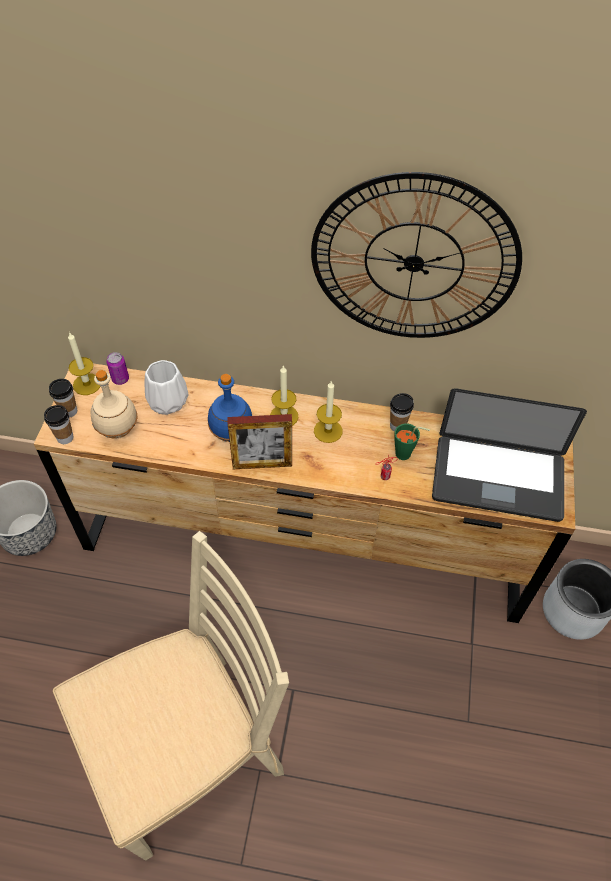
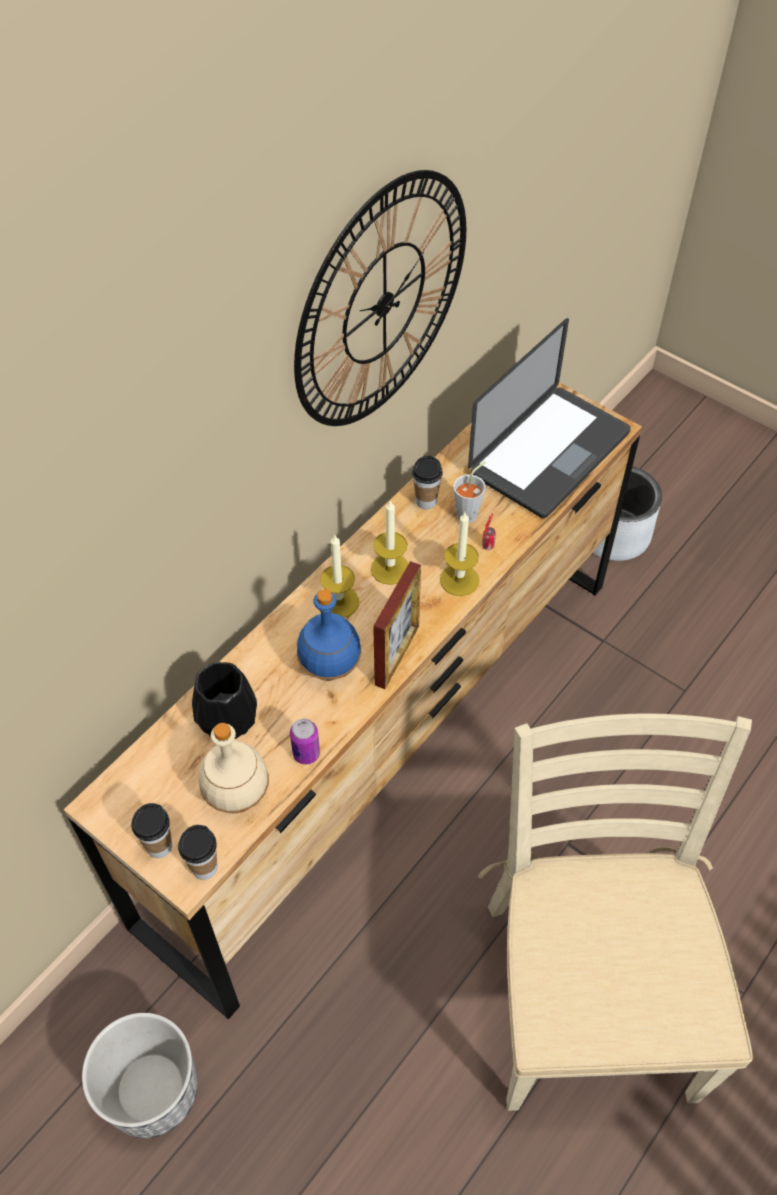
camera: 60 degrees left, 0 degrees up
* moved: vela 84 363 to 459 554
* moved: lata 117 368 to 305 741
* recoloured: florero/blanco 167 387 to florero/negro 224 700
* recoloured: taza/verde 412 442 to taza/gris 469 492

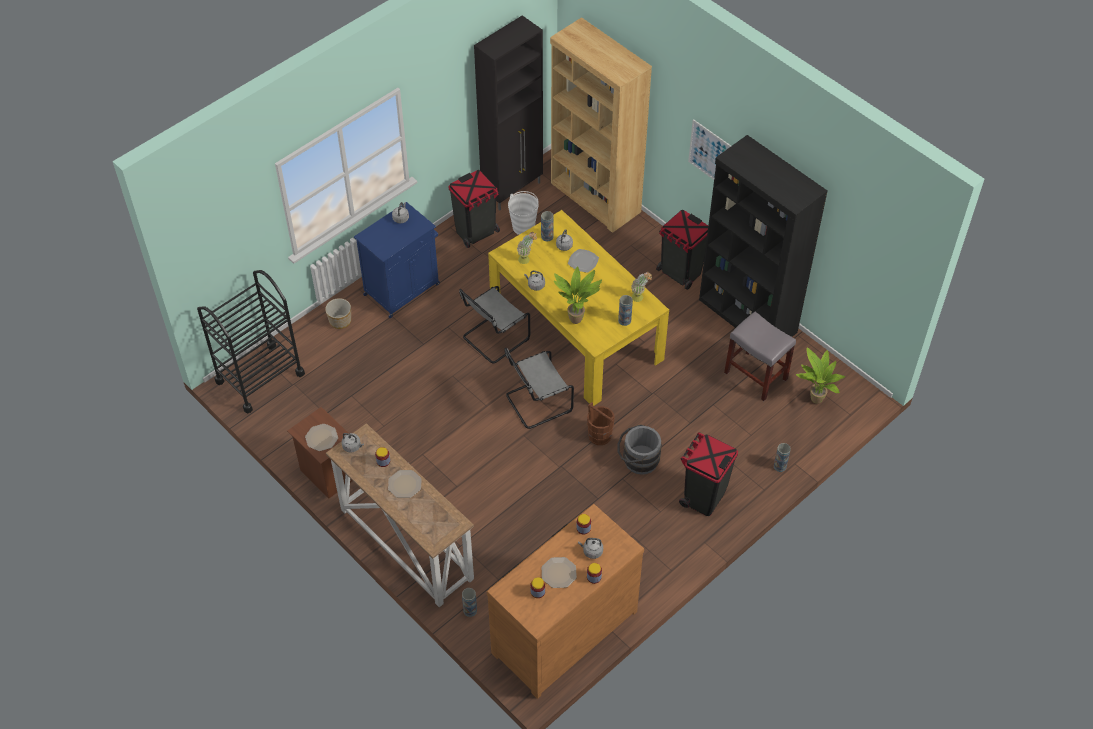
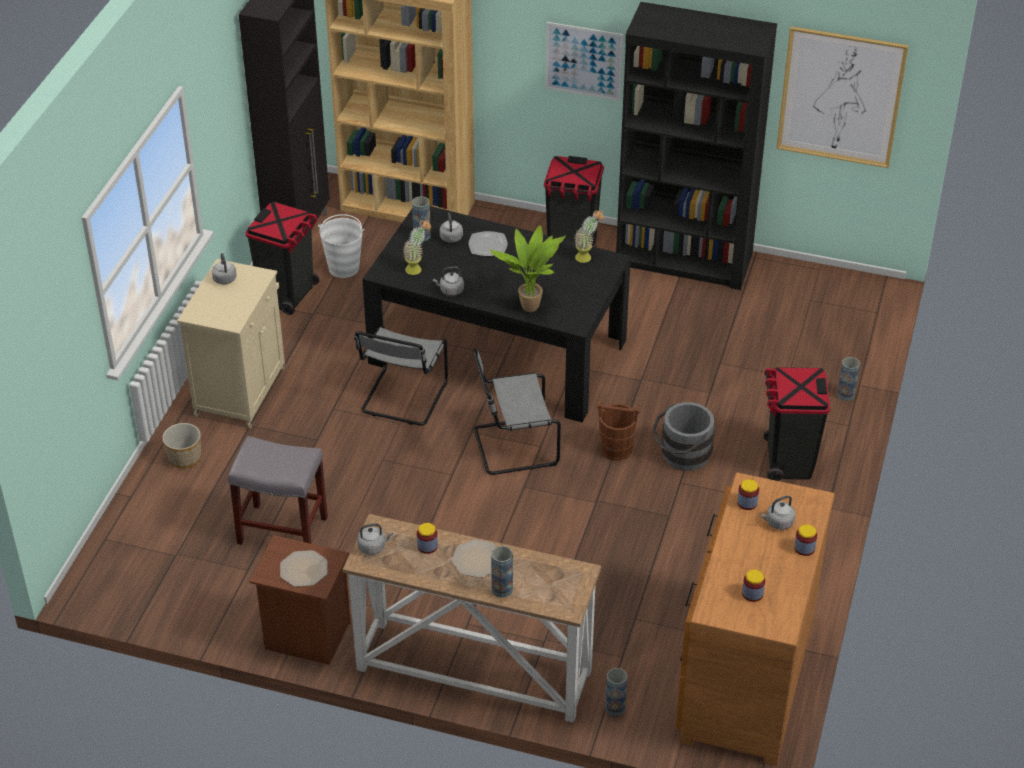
camera: 30 degrees left, 10 degrees down
* removed: carrito/negro 251 342
* removed: plato 559 572
* removed: planta en maceta 820 376
* added: cuadro 842 97
* moved: florero 625 310 to 502 572
* moved: taburete/gris 760 356 to 278 490
* recoloured: armario/azul 397 260 to armario/beis 231 344
* recoloured: mesa de comedor/amarillo 578 308 to mesa de comedor/negro 496 314
* turned: silla/gris 539 388 = 517 411 45 degrees clockwise

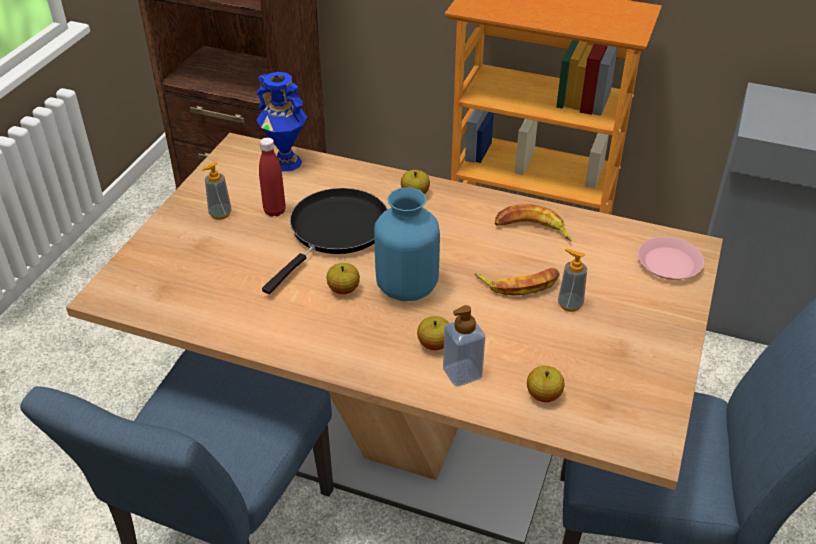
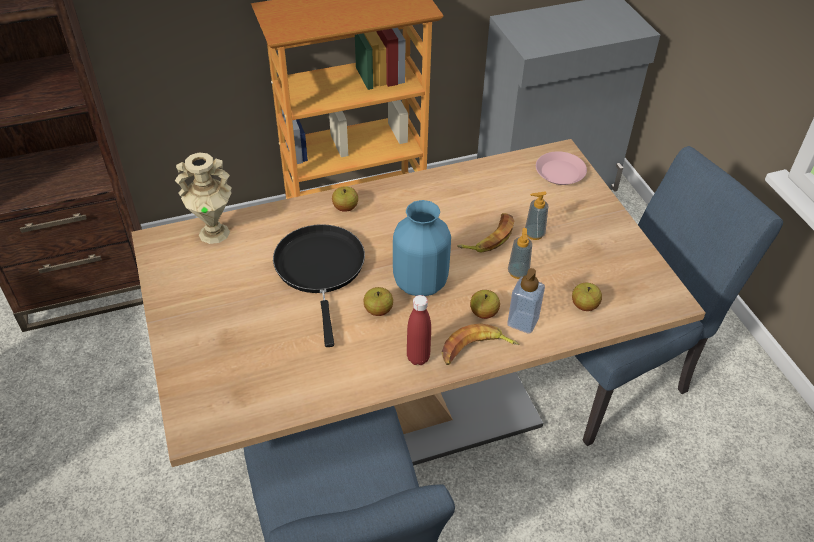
camera: 40 degrees left, 5 degrees up
* moved: dispensador de jabón 217 191 to 520 253
* moved: botella/rojo 272 177 to 419 330
* moved: plátano 533 222 to 480 344
* recoloured: florero/azul 281 121 to florero/beis 203 198

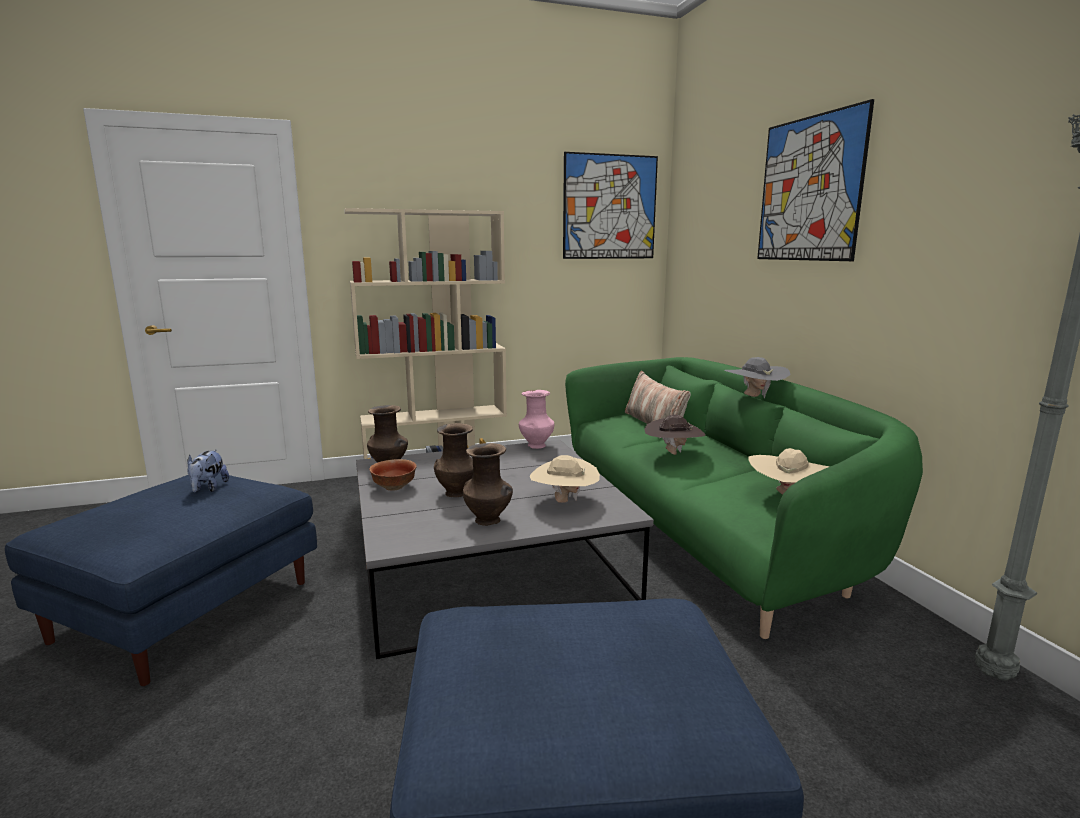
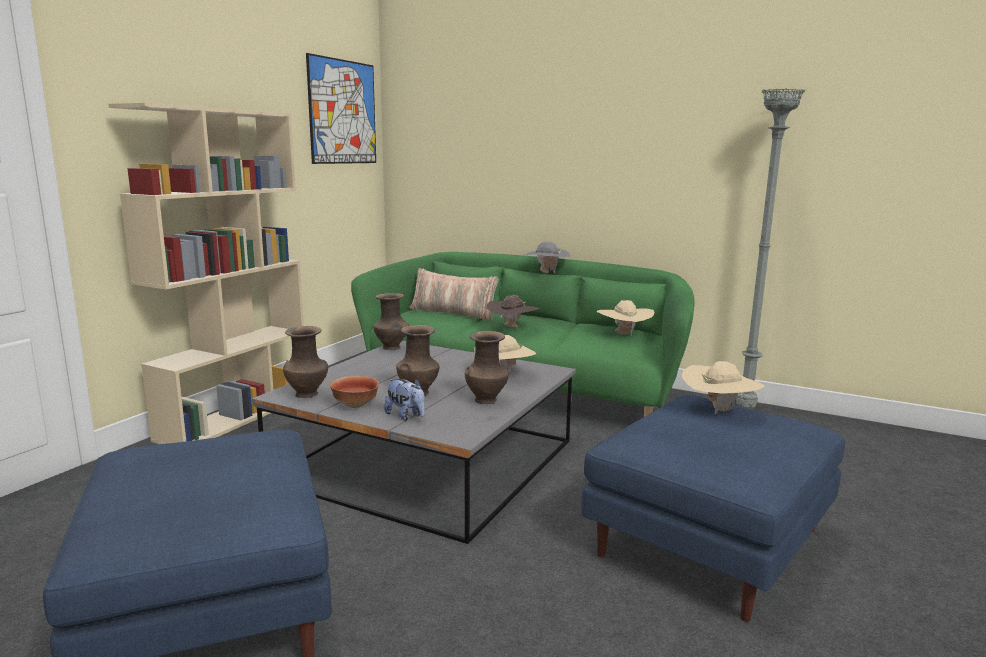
camera: 45 degrees left, 0 degrees up
* removed: cuadro 815 180
* added: sombrero/beis 723 388
* moved: peluche 208 471 to 404 400
* recoloured: florero/rosa 536 419 to florero/marrón 391 321

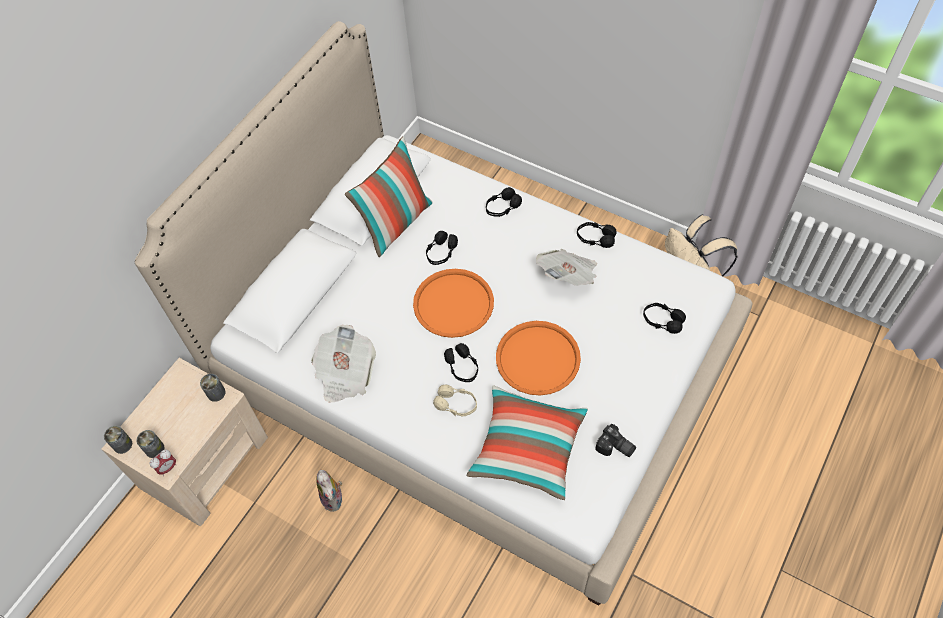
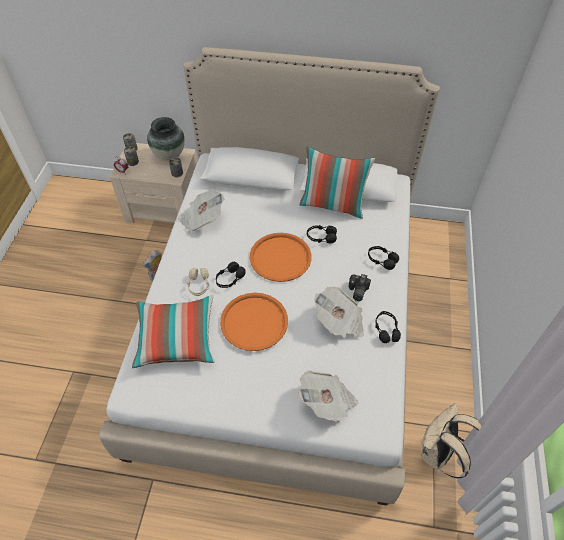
camera: 65 degrees right, 5 degrees down
* added: florero 166 138
* moved: cámara 615 440 to 360 287
* replaced: auriculares/negro 664 318 to periódico 328 396

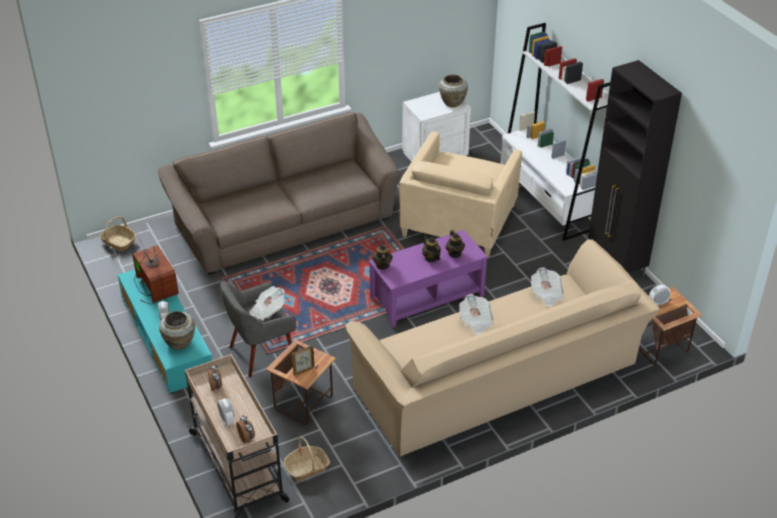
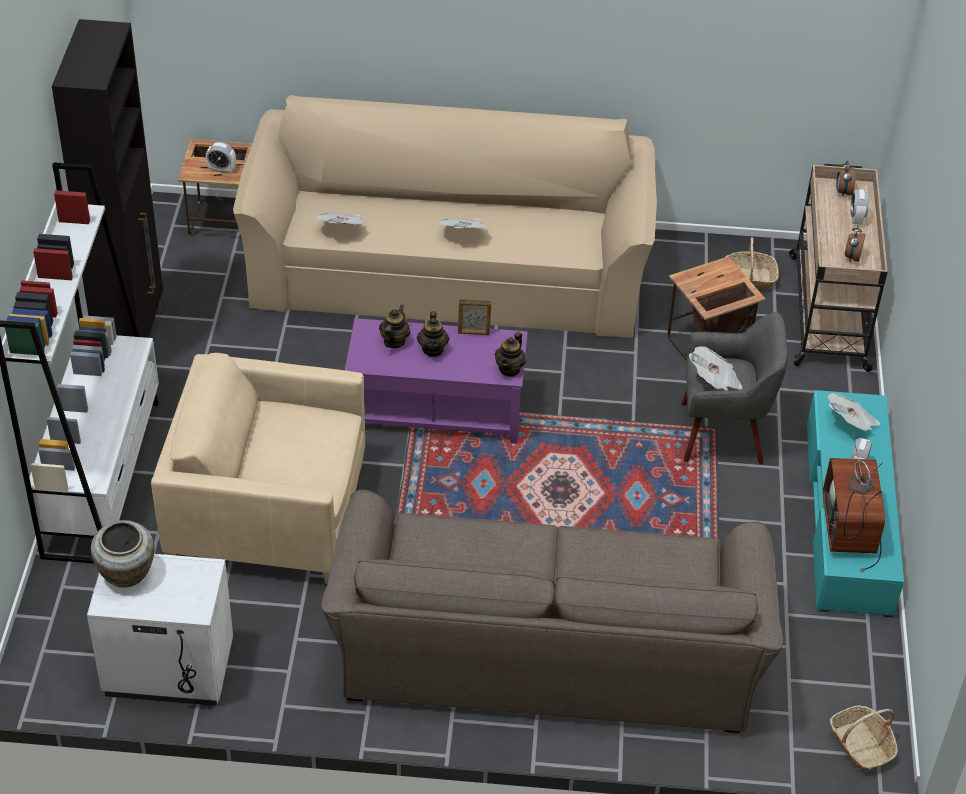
camera: 150 degrees left, 5 degrees up
* moved: portarretratos 303 361 to 474 317
* replaced: florero/beis 177 330 to periódico 854 412
* turned: sillón/beis 460 194 = 258 468 135 degrees counterclockwise

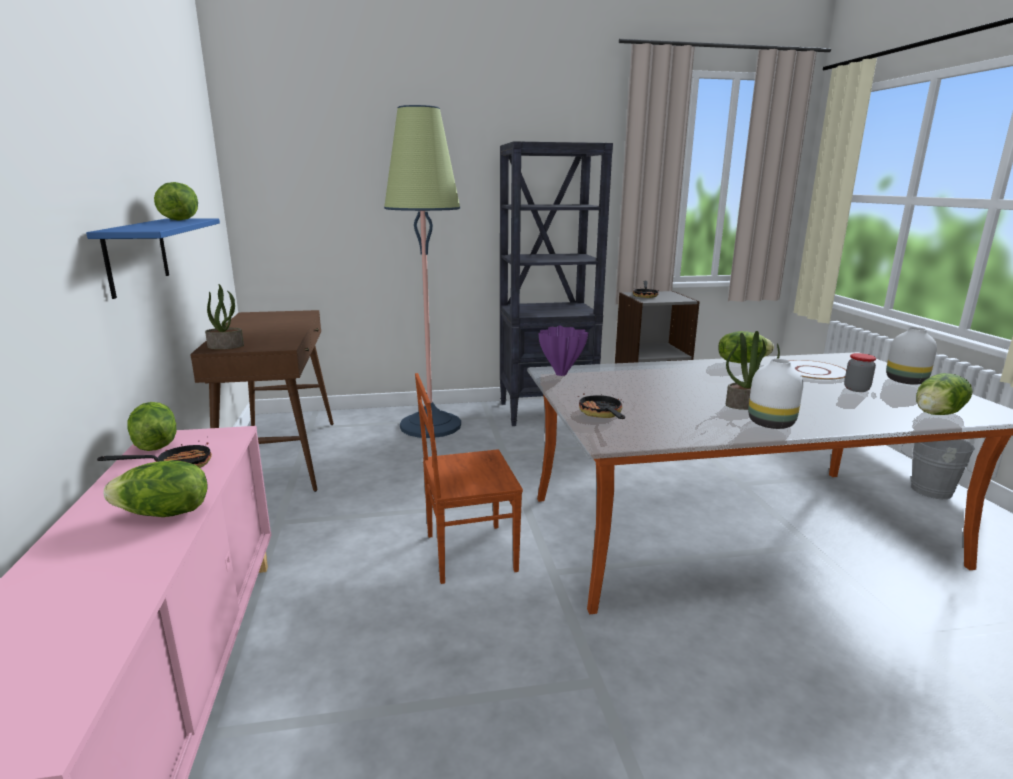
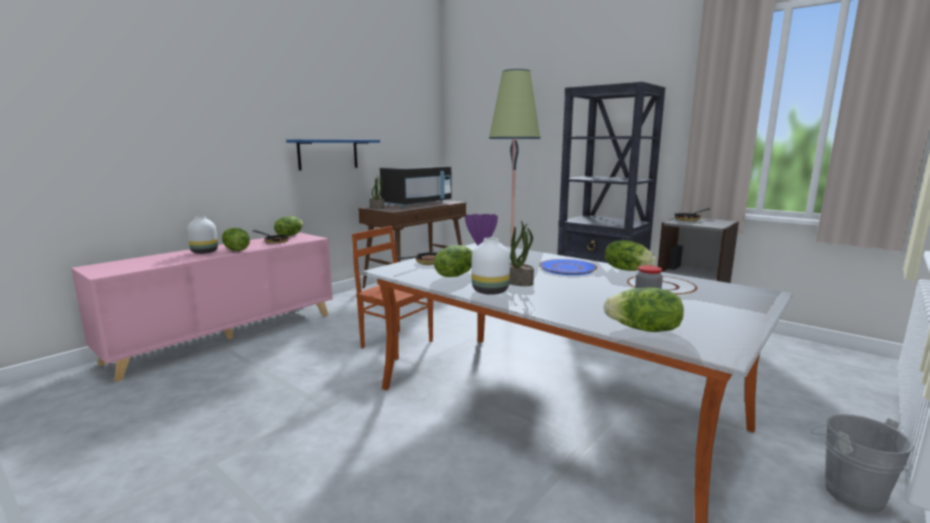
camera: 50 degrees right, 5 degrees down
* added: microondas/negro 416 186
* added: plato/azul 568 267
* moved: lechuga 176 201 to 453 261
* moved: florero/blanco 911 356 to 202 235

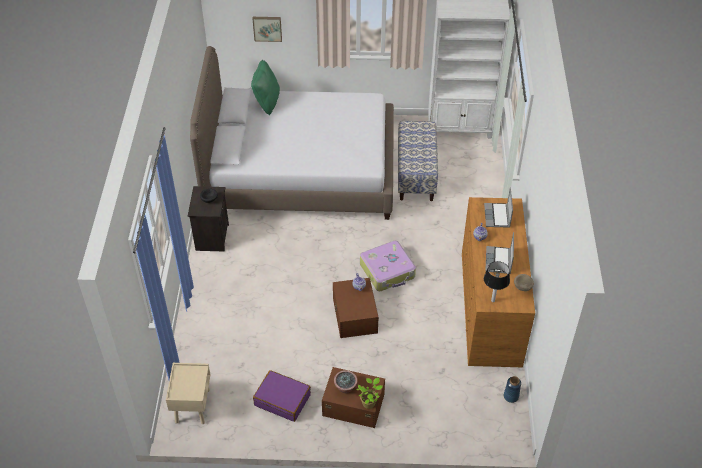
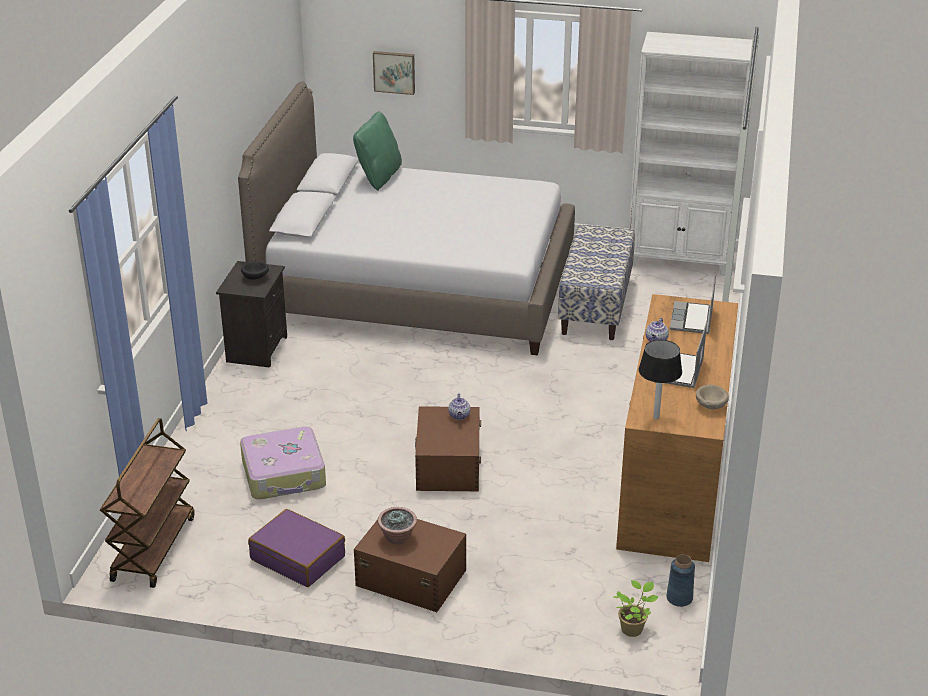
camera: 10 degrees right, 15 degrees down
* moved: planta en maceta 369 393 to 636 608
* moved: maleta 388 266 to 283 463
* replaced: mesita de noche/beis 188 393 to carrito/marrón 147 503

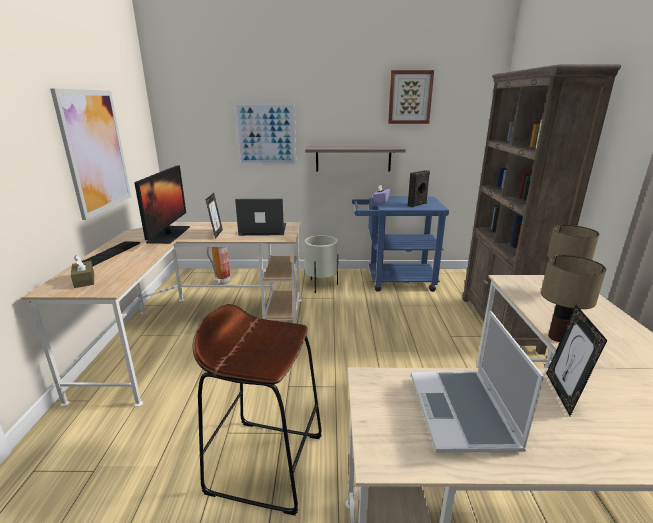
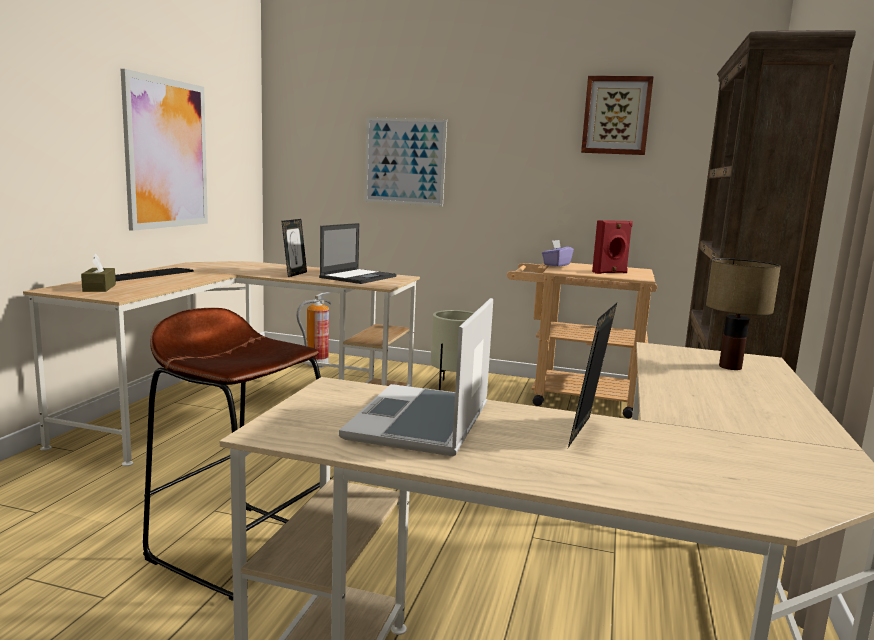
camera: 15 degrees right, 10 degrees down
* removed: monitor 162 204
* removed: estante 355 159
* removed: lámpara de mesa 573 298
* recoloured: carrito/azul 400 244 to carrito/beis 582 340
* recoloured: altavoz/negro 419 188 to altavoz/rojo 612 247
* turned: portátil 260 217 = 357 253 105 degrees clockwise

